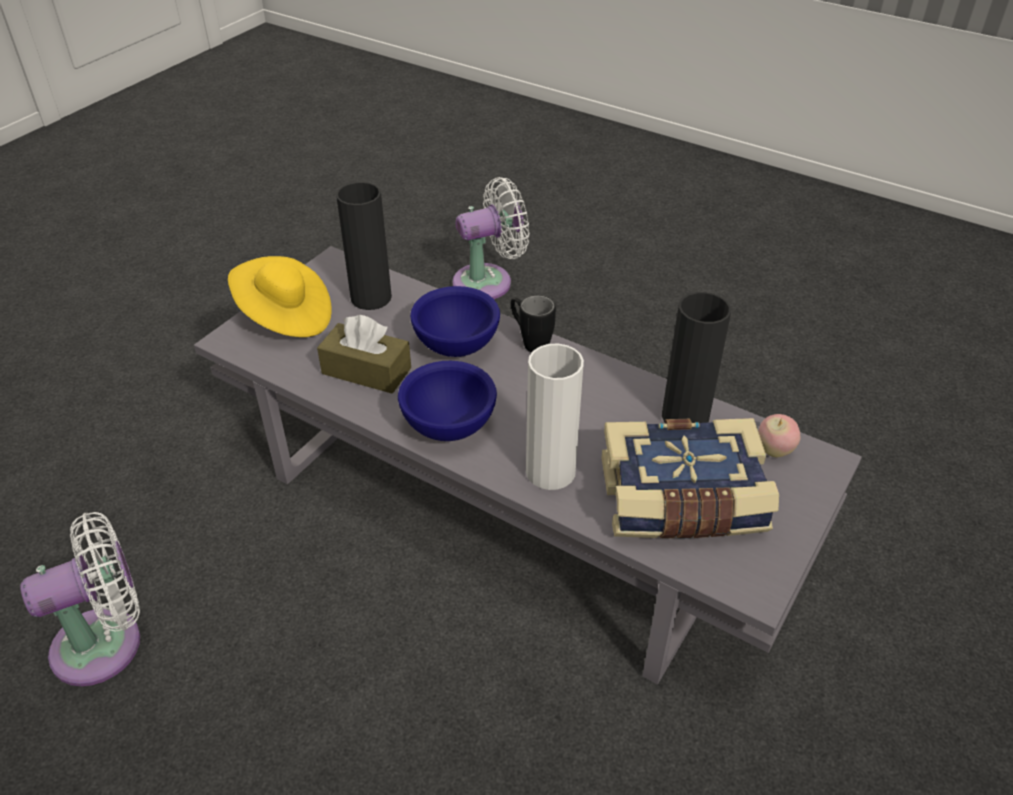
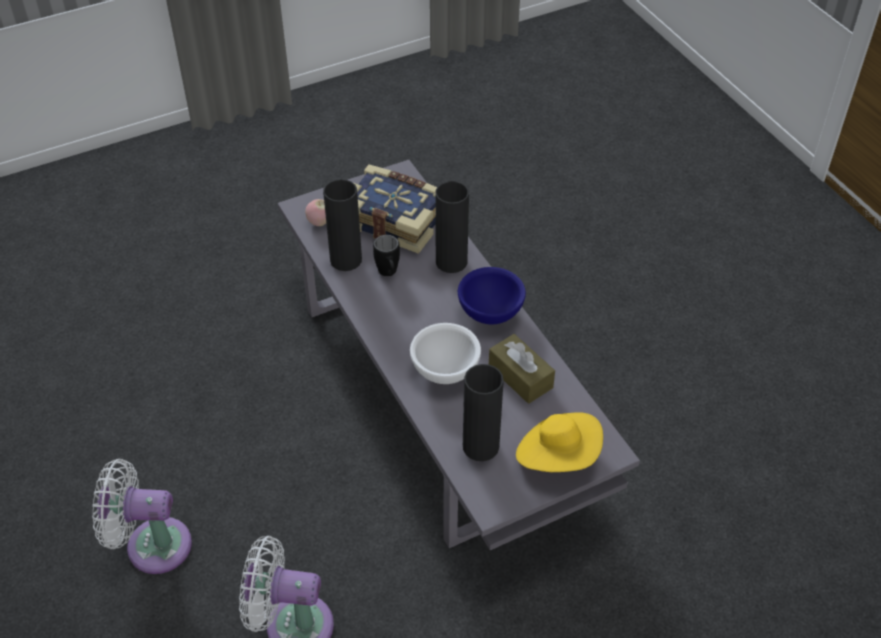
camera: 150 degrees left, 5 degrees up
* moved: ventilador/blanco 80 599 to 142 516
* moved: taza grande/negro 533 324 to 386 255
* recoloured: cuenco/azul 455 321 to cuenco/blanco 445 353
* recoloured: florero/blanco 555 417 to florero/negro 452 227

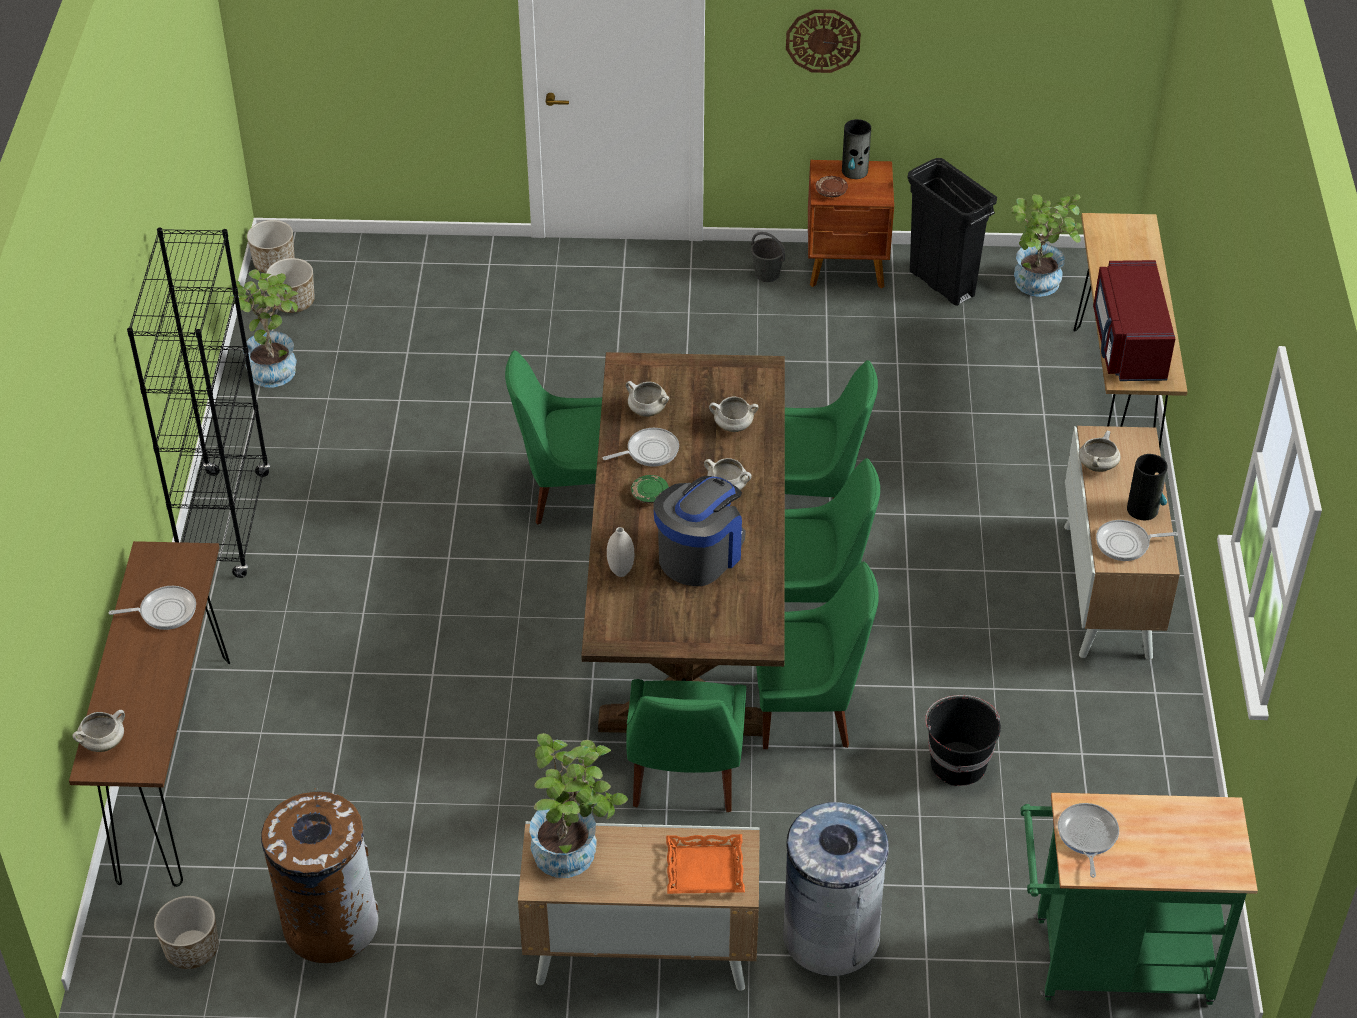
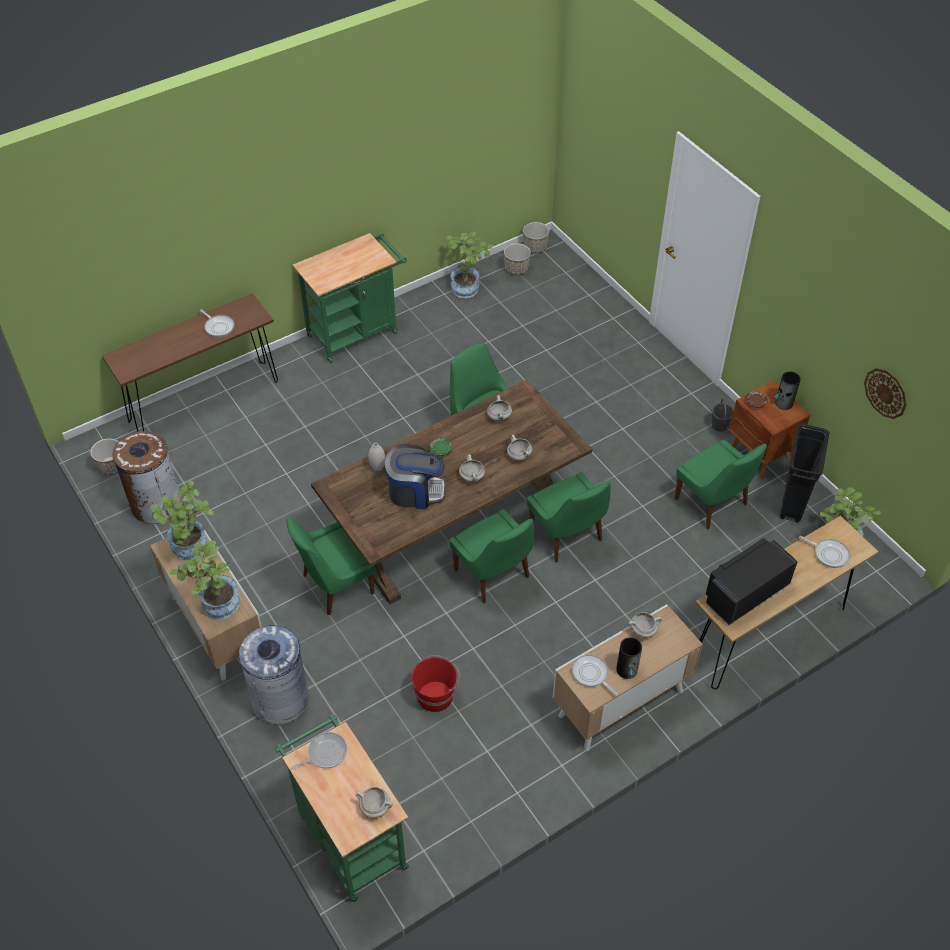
camera: 55 degrees right, 5 degrees up
* moved: olla/blanco 98 731 to 374 802
* moved: sartén 641 447 to 824 552
* moved: silla/verde 817 655 to 721 484
* moved: reloj de pared 823 41 to 885 393
* replaced: estantería/negro 198 403 to carrito/verde 350 298
* replaced: bandeja/naranja 705 864 to planta en maceta 204 580
* recoloured: cubo/negro 963 740 to cubo/rojo 435 683
* recoloured: microondas/rojo 1134 320 to microondas/negro 752 581

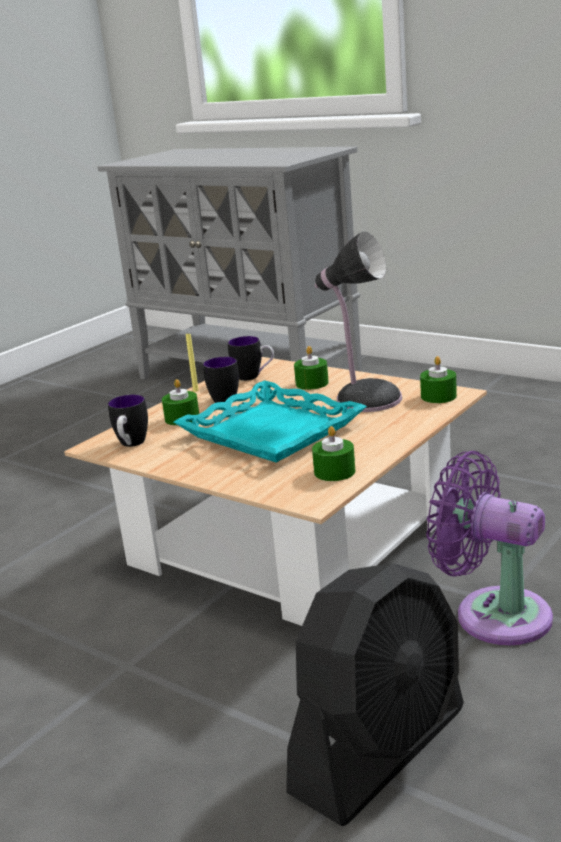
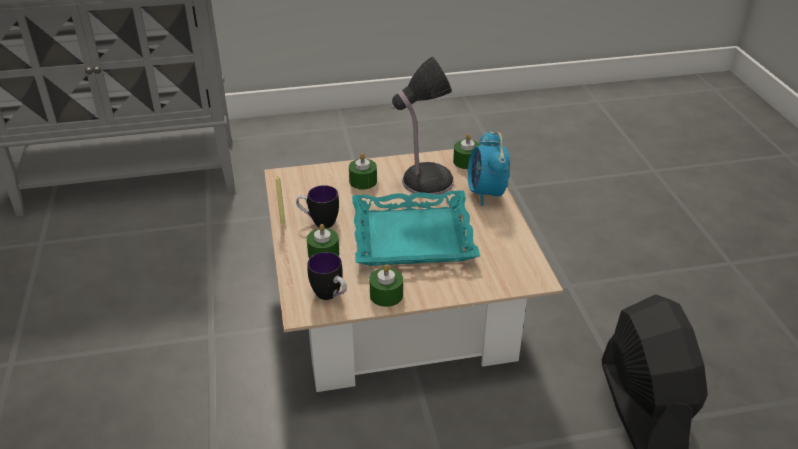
camera: 50 degrees left, 15 degrees up
* removed: taza grande 251 358
* removed: ventilador/morado 489 548
* added: despertador 489 168
* moved: vela/verde 333 453 to 386 285

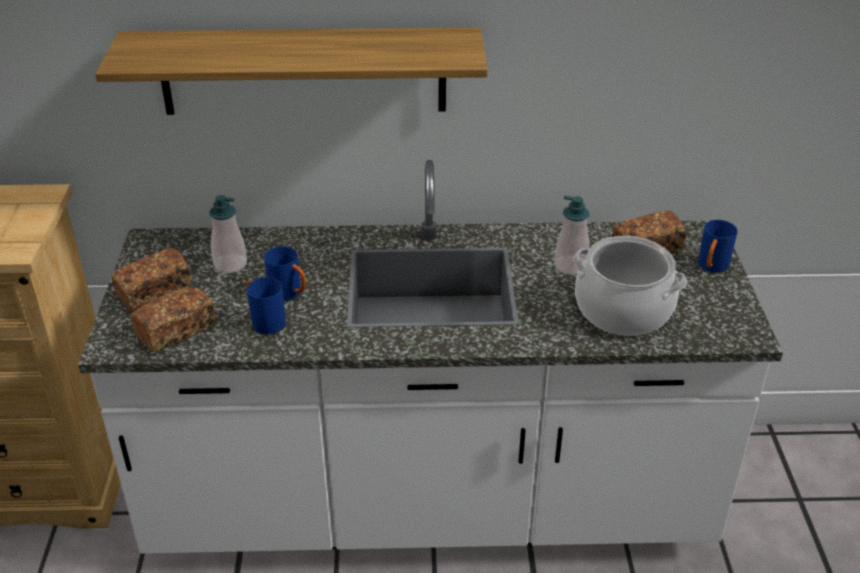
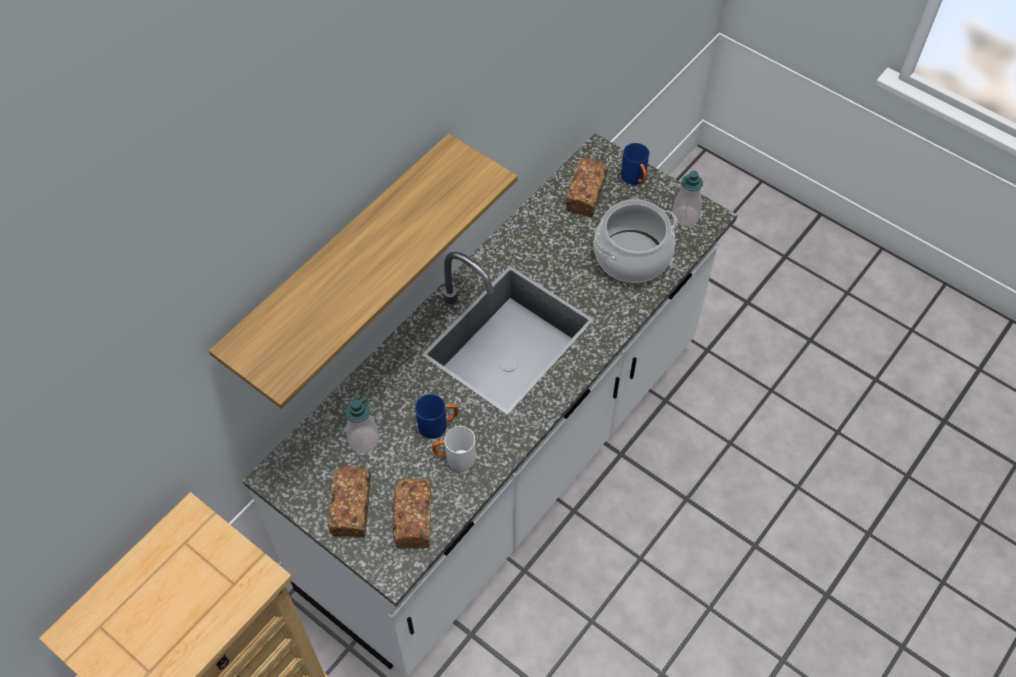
camera: 50 degrees left, 20 degrees up
* moved: dispensador de jabón 572 235 to 687 198
* recoloured: taza grande/azul 266 305 to taza grande/blanco 454 448

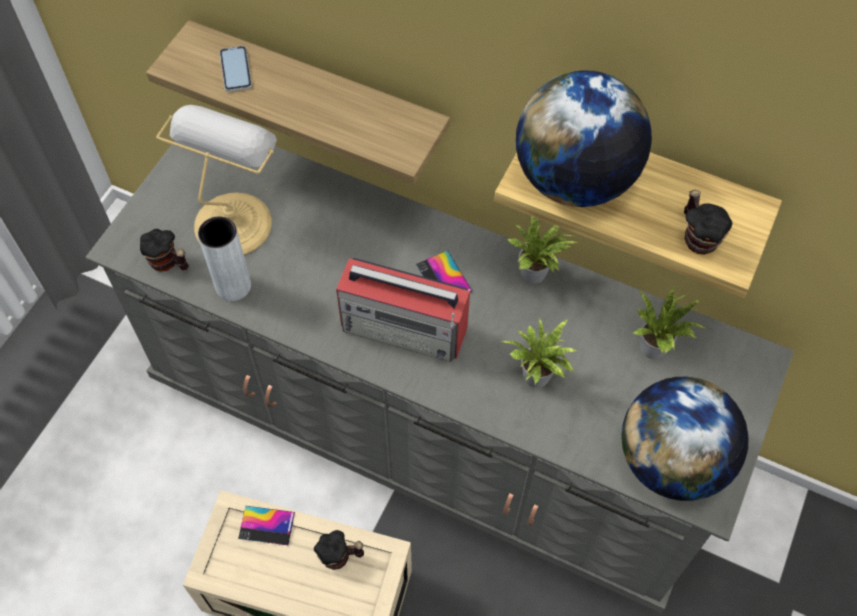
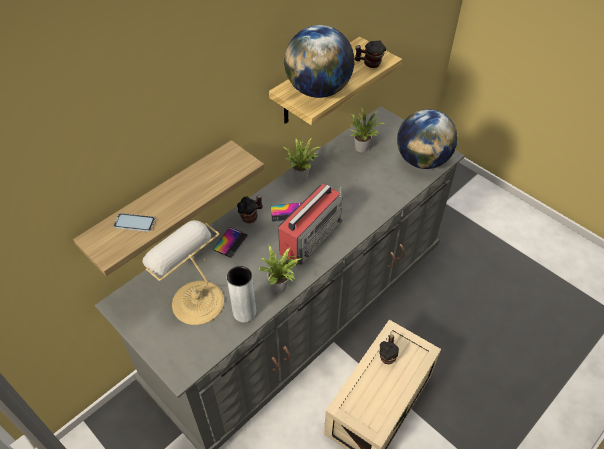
camera: 70 degrees left, 10 degrees down
* moved: taza grande 164 250 to 250 209
* moved: móvil 266 525 to 230 242
* moved: planta en maceta 539 352 to 280 269

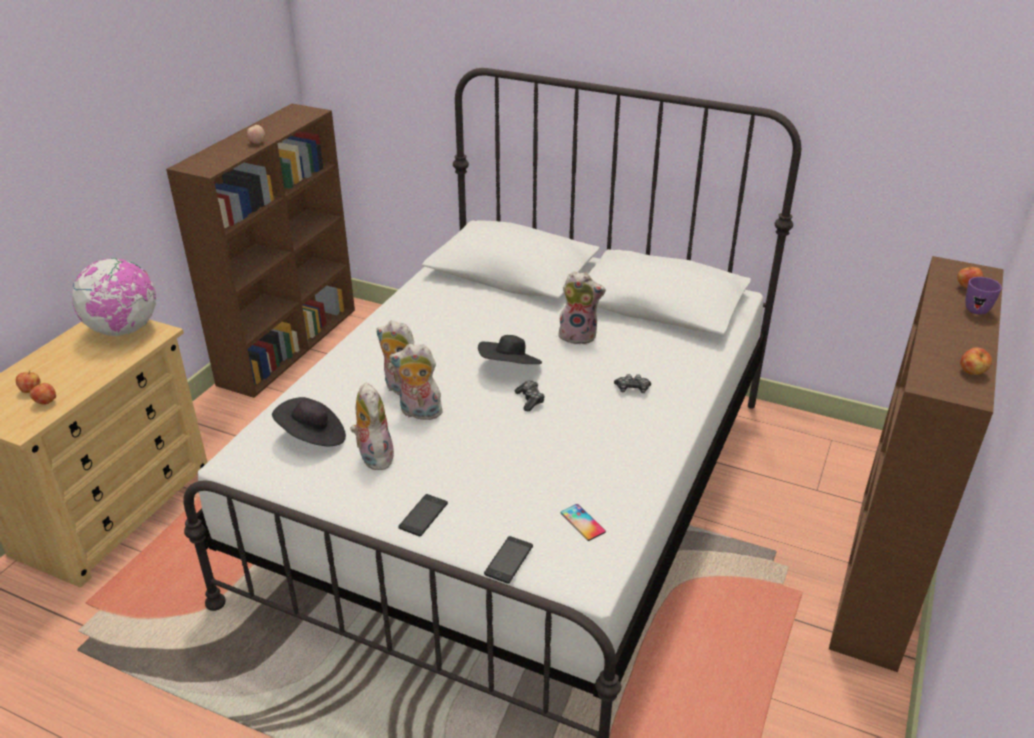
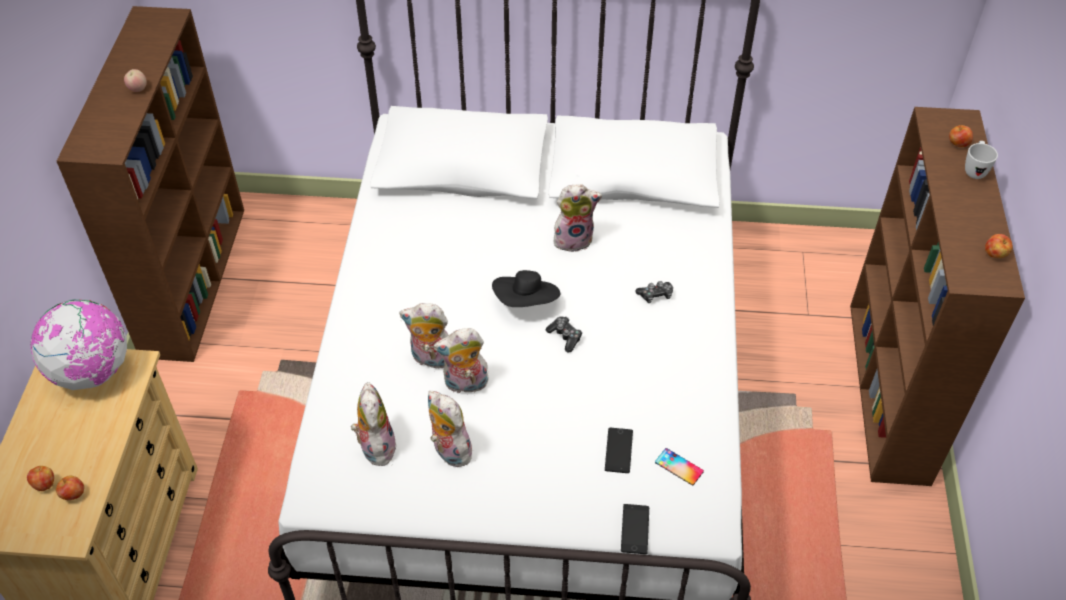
camera: 20 degrees left, 15 degrees up
* moved: móvil 423 515 to 619 450
* replaced: sombrero/negro 309 421 to peluche 374 424
* recoloured: taza grande/morado 983 296 to taza grande/blanco 981 160

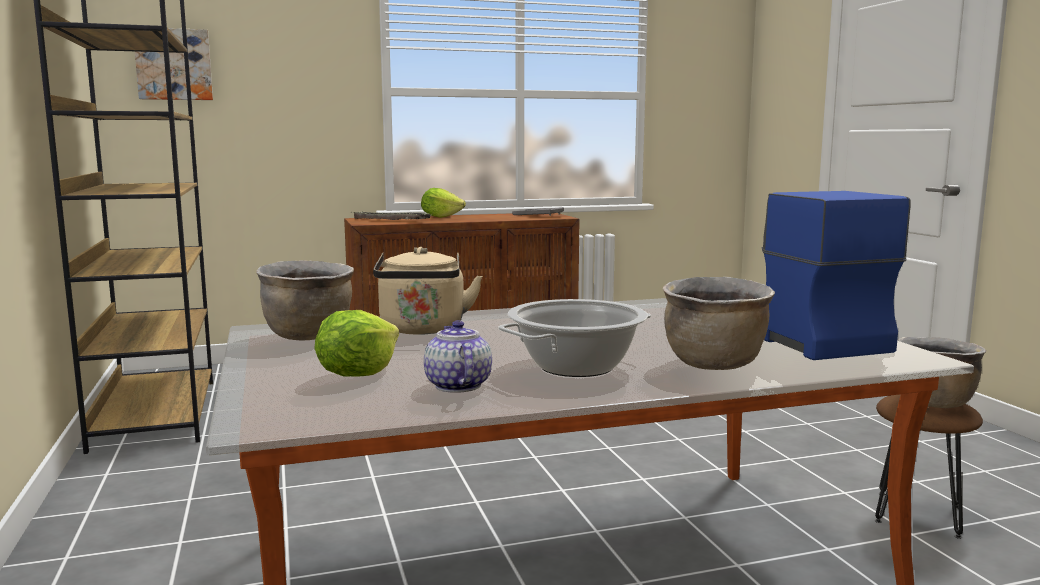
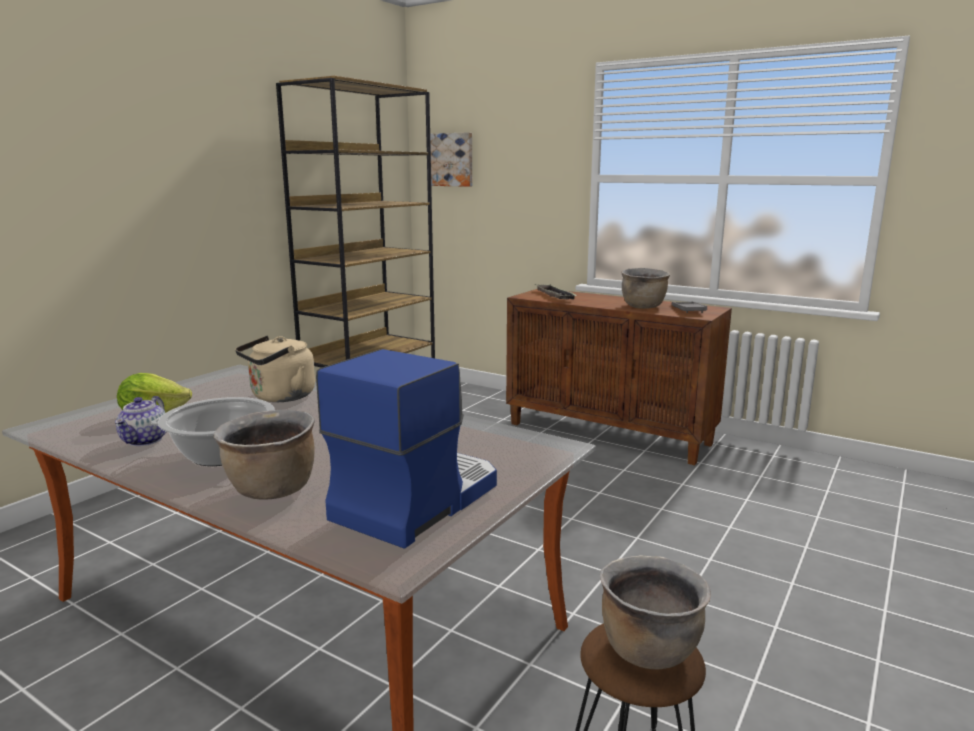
camera: 50 degrees right, 5 degrees up
* removed: lechuga 443 203
* moved: olla/marrón 305 300 to 645 288
* turned: tetera 458 356 = 140 421 150 degrees clockwise

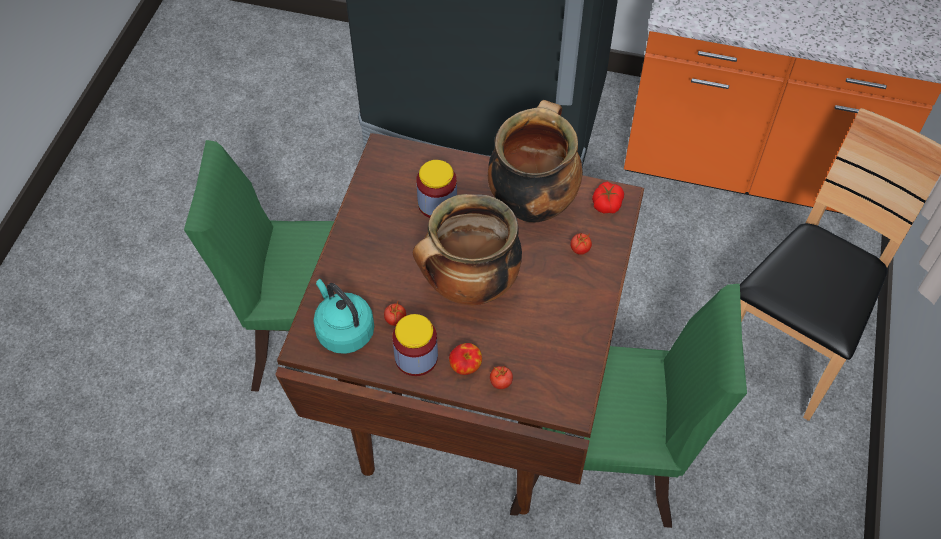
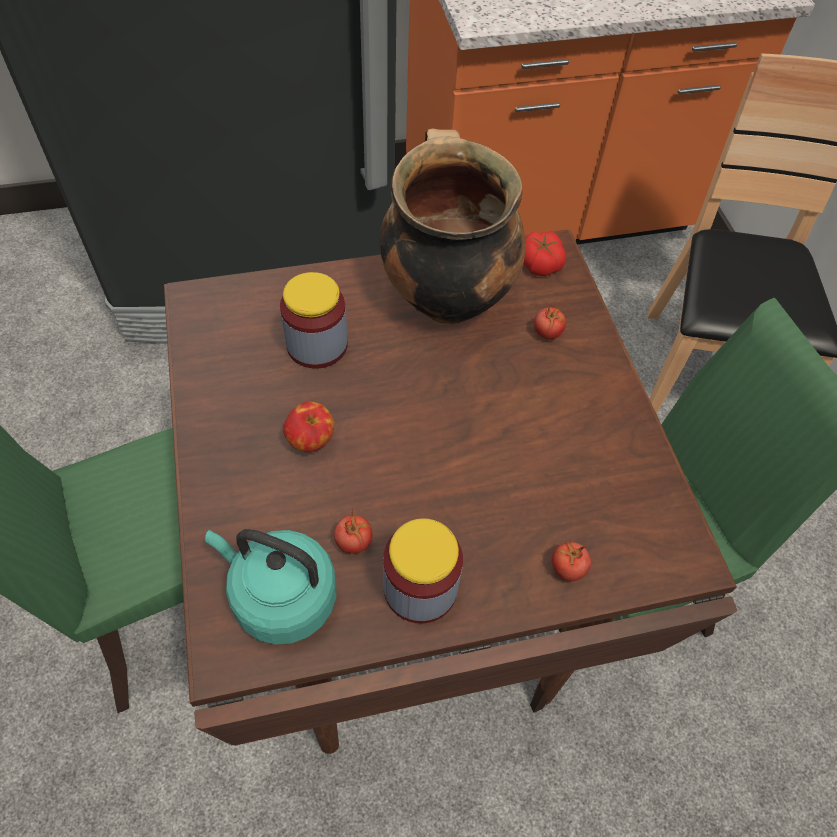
camera: 30 degrees left, 0 degrees up
* removed: olla 467 249
* moved: manzana 465 359 to 308 427

